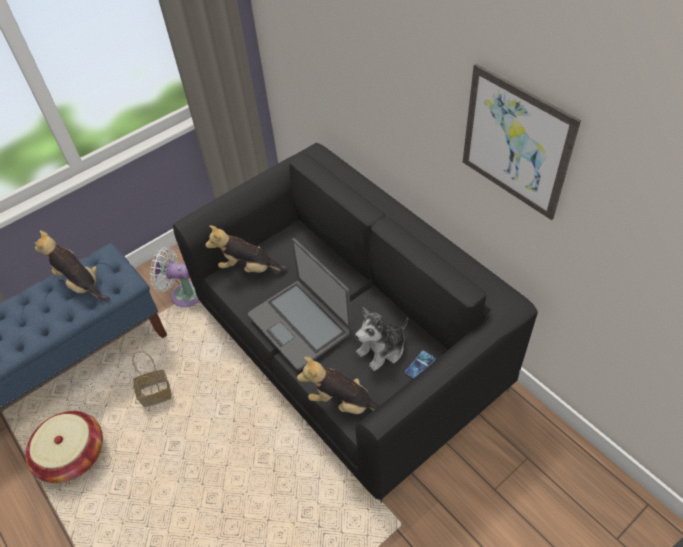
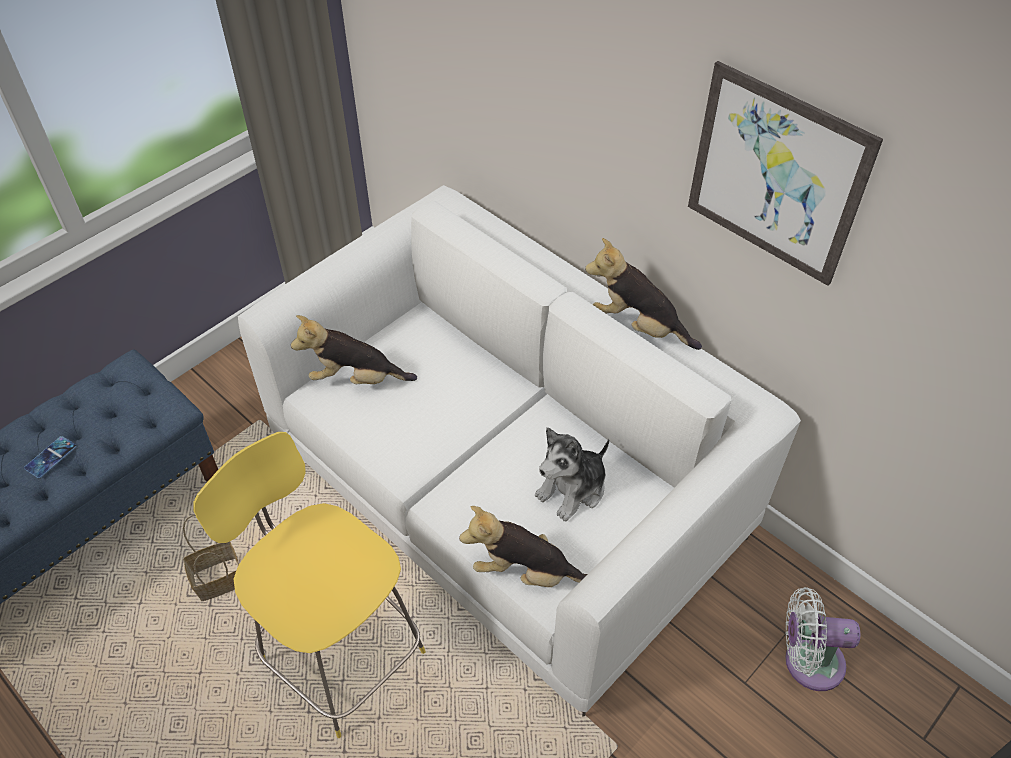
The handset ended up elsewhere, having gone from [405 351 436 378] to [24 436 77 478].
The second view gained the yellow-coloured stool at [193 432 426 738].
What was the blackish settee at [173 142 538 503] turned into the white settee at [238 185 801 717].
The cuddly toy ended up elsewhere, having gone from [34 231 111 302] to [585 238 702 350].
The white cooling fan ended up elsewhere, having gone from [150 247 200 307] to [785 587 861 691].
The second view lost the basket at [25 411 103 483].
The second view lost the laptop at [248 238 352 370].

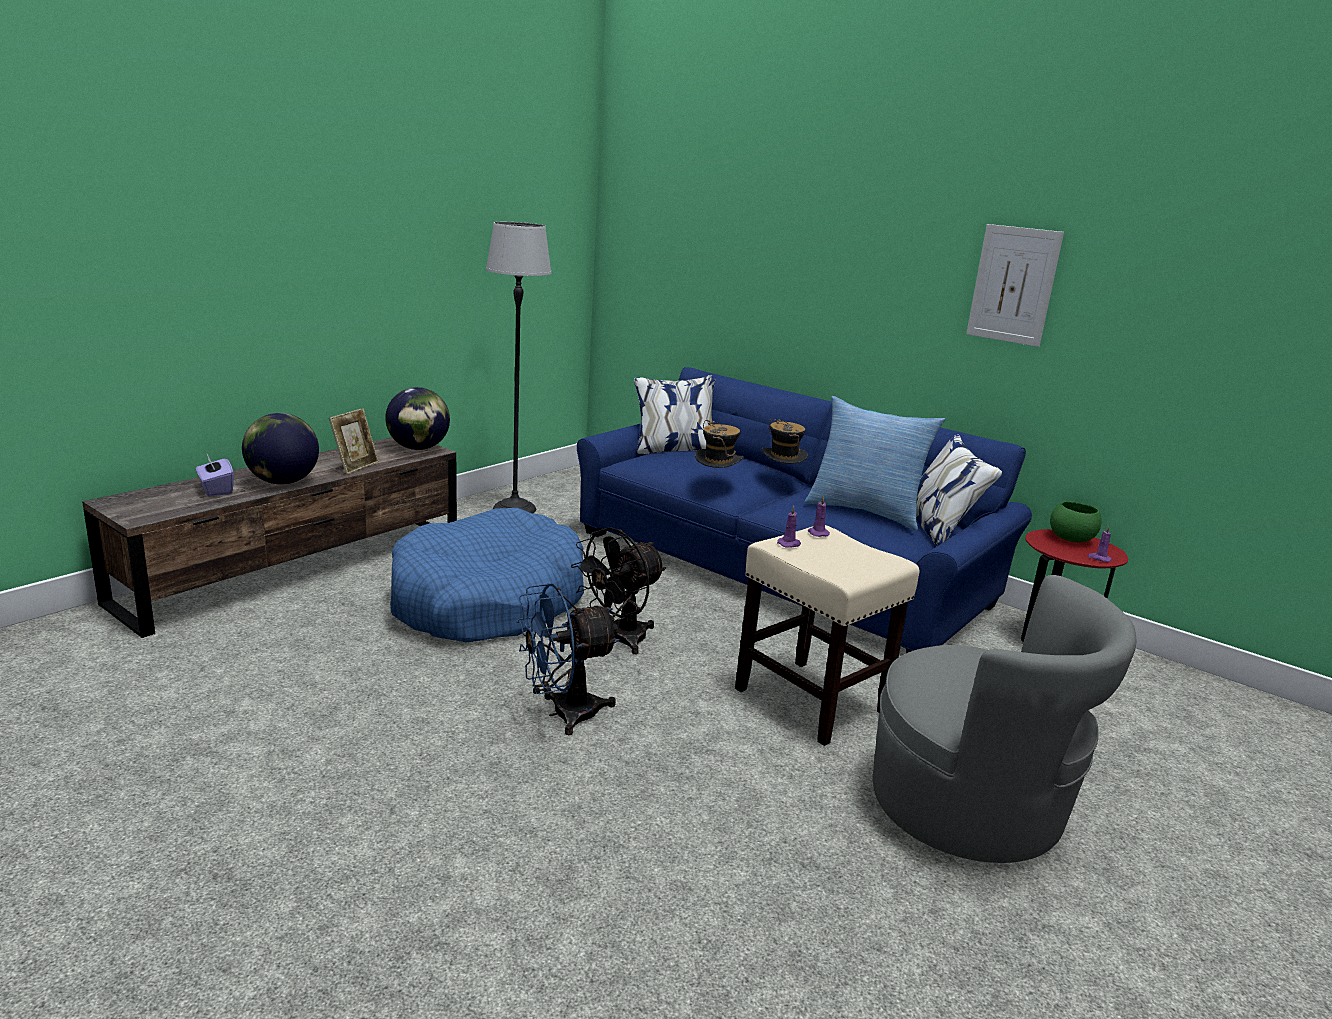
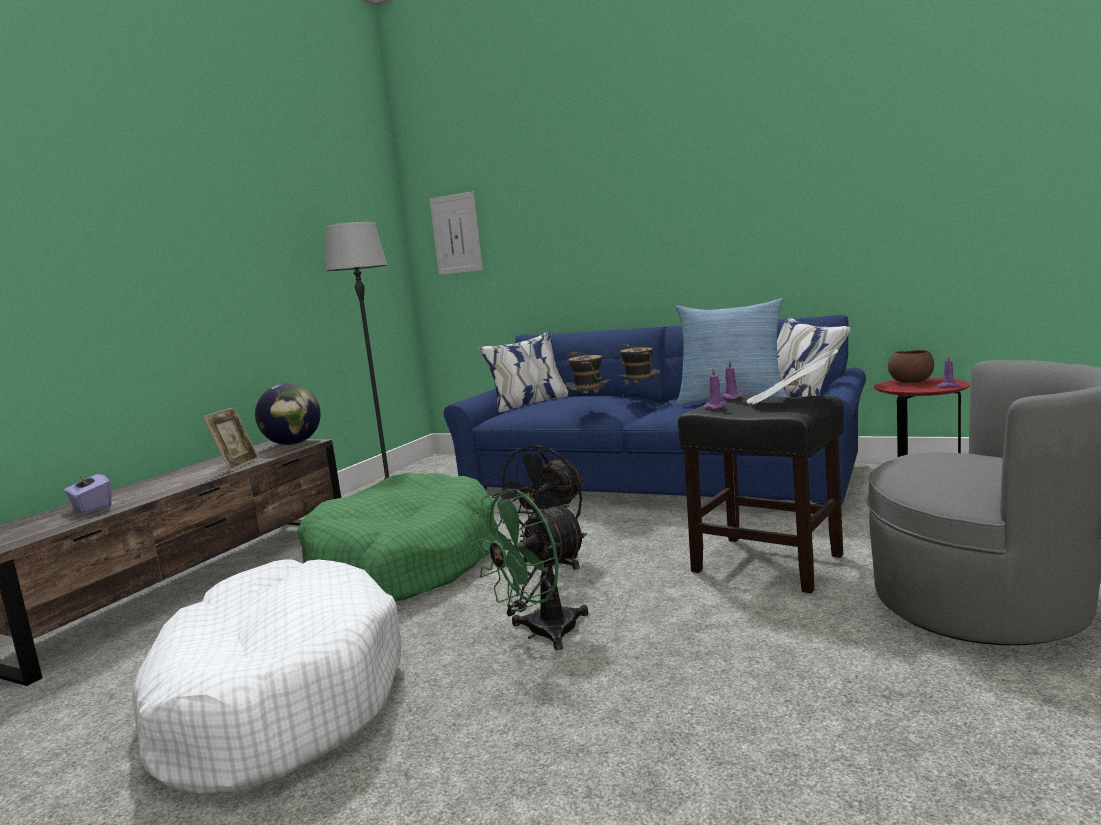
The second view gained the white dog bed at [132 560 402 793].
What was the bluish dog bed at [390 508 584 642] turned into the green-coloured dog bed at [298 472 498 601].
The picture ended up elsewhere, having gone from [966 224 1064 347] to [430 191 483 275].
What was the bluish cooling fan at [516 583 619 735] turned into the green-coloured cooling fan at [470 489 588 650].
What was the beige stool at [735 525 919 746] turned into the blackish stool at [678 395 844 593].
The second view gained the daily paper at [747 349 838 405].
What was the green-coloured bowl at [1050 501 1102 542] turned into the brownish bowl at [888 350 934 383].
The second view lost the globe at [242 413 319 485].

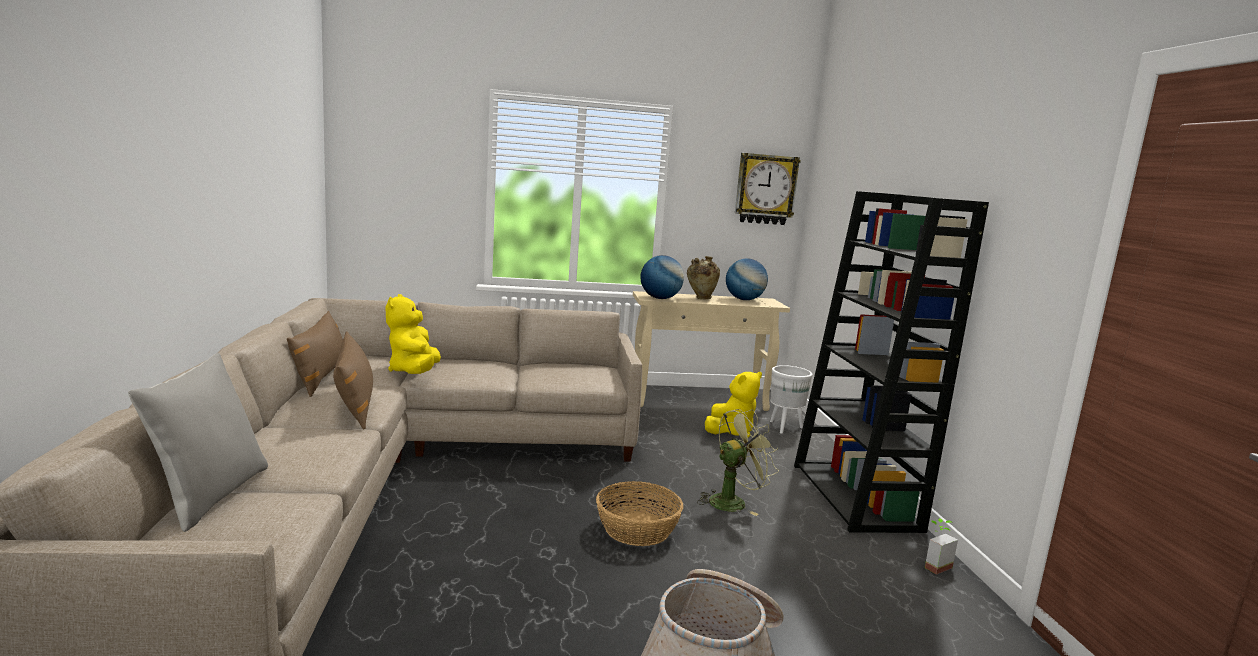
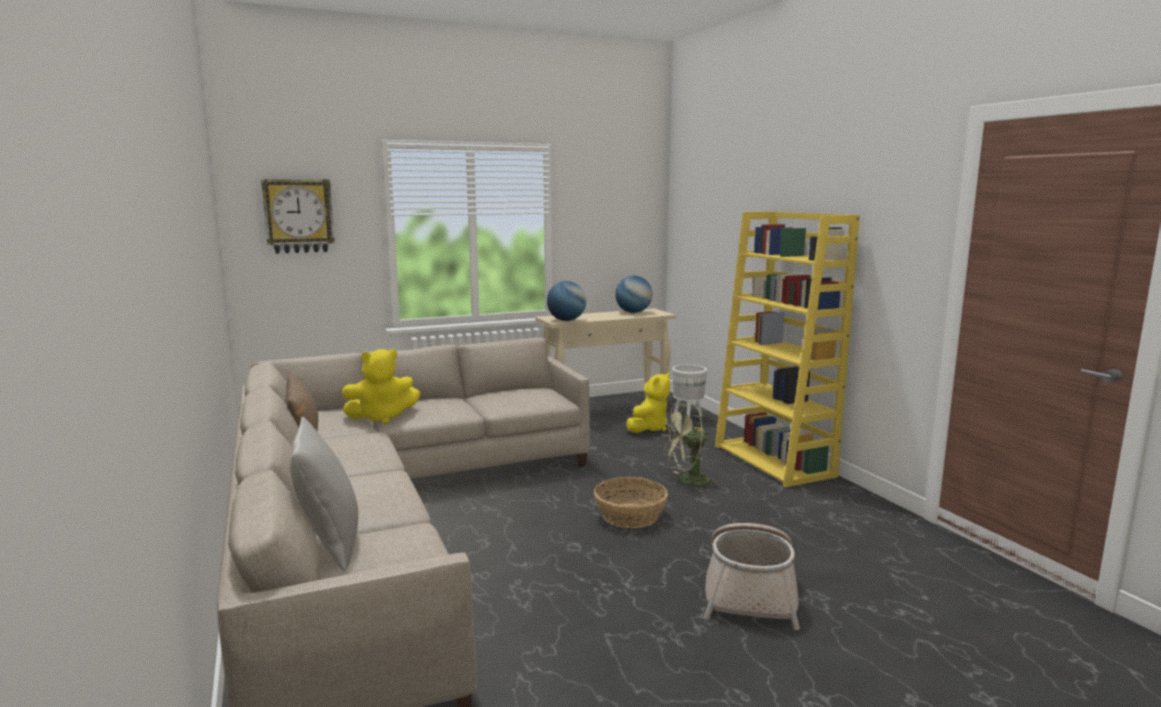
The hanging clock ended up elsewhere, having gone from [735 153 801 225] to [261 179 335 254].
The yellow-coloured cuddly toy at [385 294 441 374] ended up facing another way, 90 degrees counterclockwise from before.
The green-coloured cooling fan at [697 409 779 516] ended up facing another way, 150 degrees counterclockwise from before.
What was the blackish shelving unit at [794 191 989 533] turned into the yellow-coloured shelving unit at [715 211 860 488].
The second view lost the brownish throw pillow at [333 331 373 429].
The second view lost the beige decorative vase at [687 256 720 299].
The second view lost the plant in a pot at [925 518 958 575].

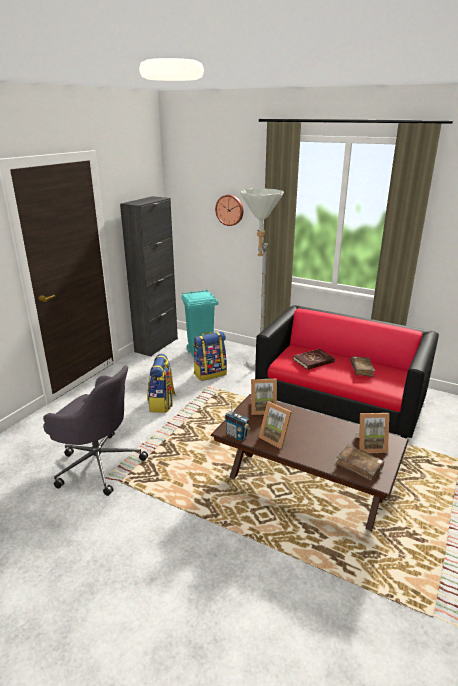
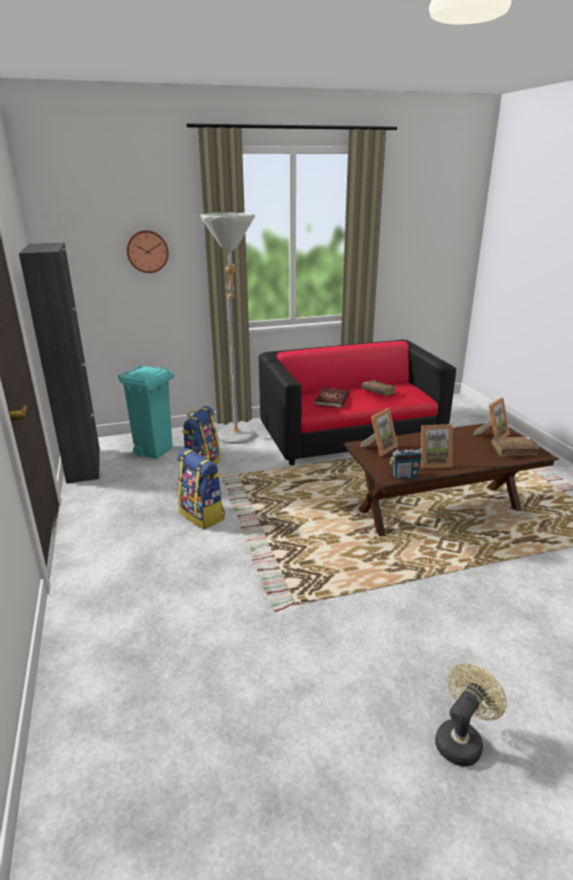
The second view gained the beige cooling fan at [435 663 507 767].
The second view lost the gray office chair at [43 366 148 496].

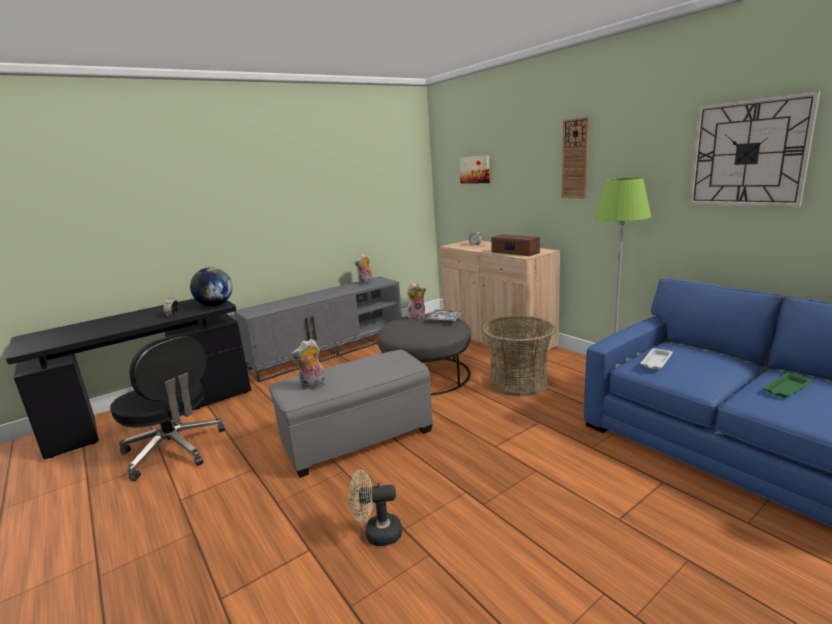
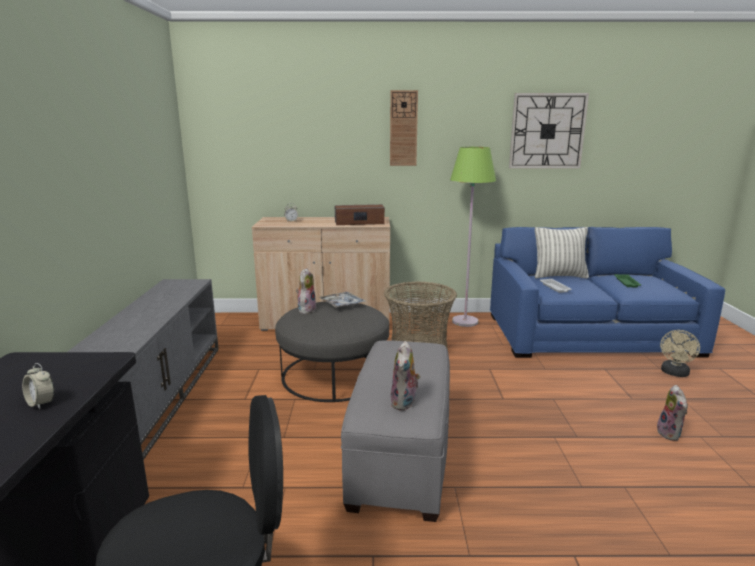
The second view gained the throw pillow at [535 227 589 279].
The cuddly toy ended up elsewhere, having gone from [354 254 373 285] to [657 385 688 441].
The beige cooling fan ended up elsewhere, having gone from [349 470 402 546] to [660 330 700 377].
The second view lost the globe at [190 267 232 306].
The second view lost the picture at [459 156 490 184].

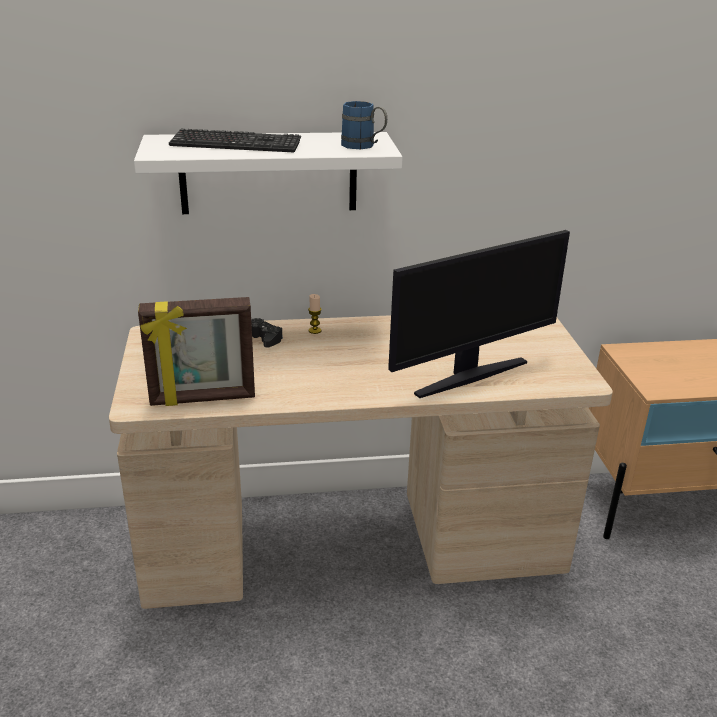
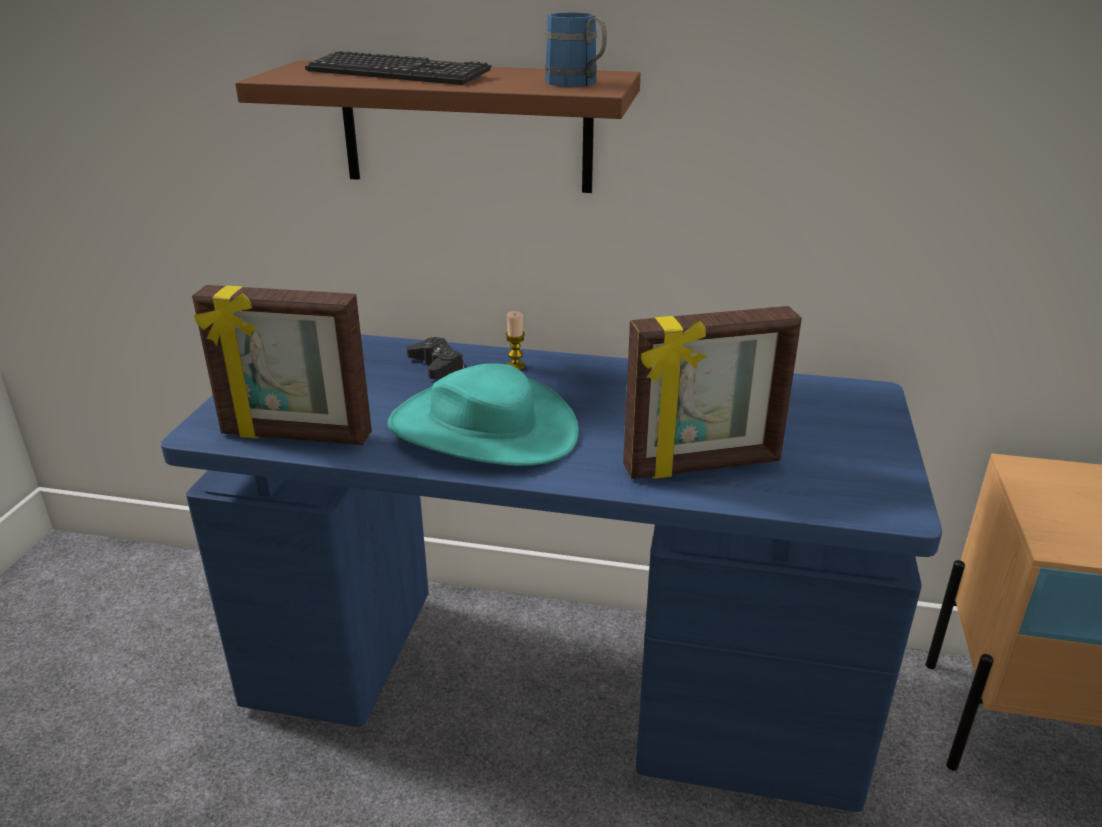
What was the beige desk table at [109 315 613 609] turned into the bluish desk table at [161 334 942 812].
What was the white bracket shelf at [134 132 403 214] turned into the brownish bracket shelf at [235 60 641 193].
The second view gained the blue-green clothing hat at [387 364 579 466].
Where the computer display stood at [388 230 570 398], the picture frame came to stand at [623 306 802 479].

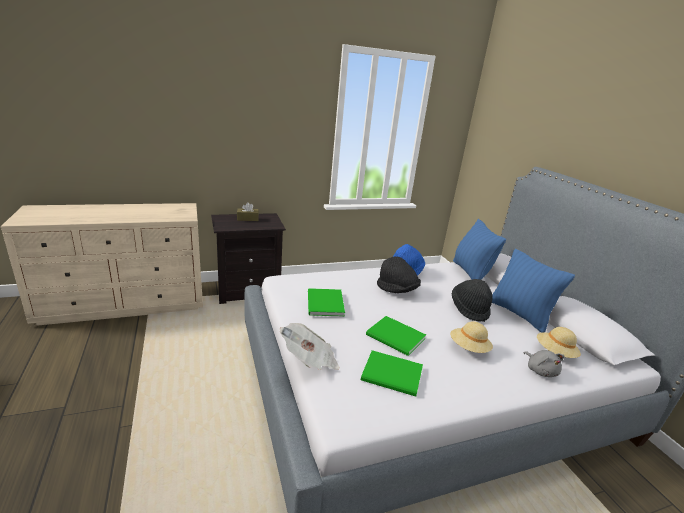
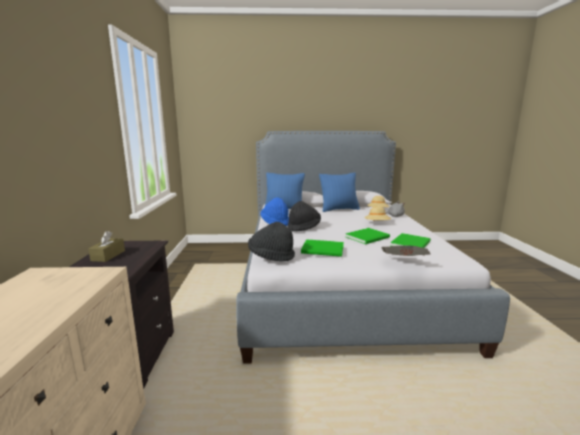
The blackish clothing hat ended up elsewhere, having gone from [452 279 492 322] to [248 222 295 261].

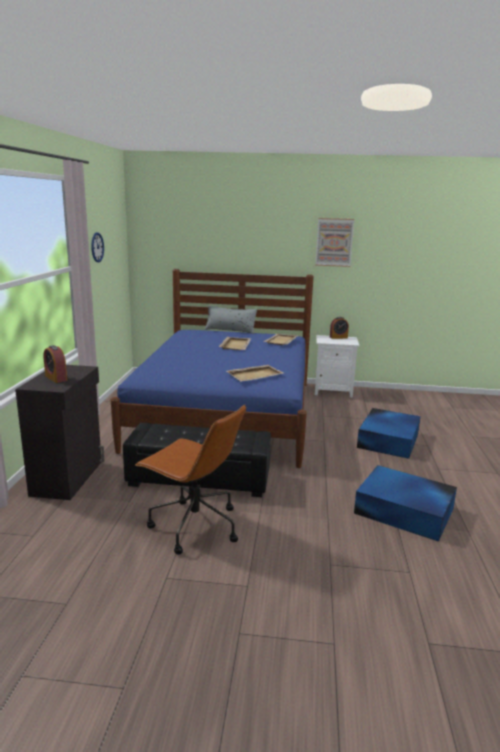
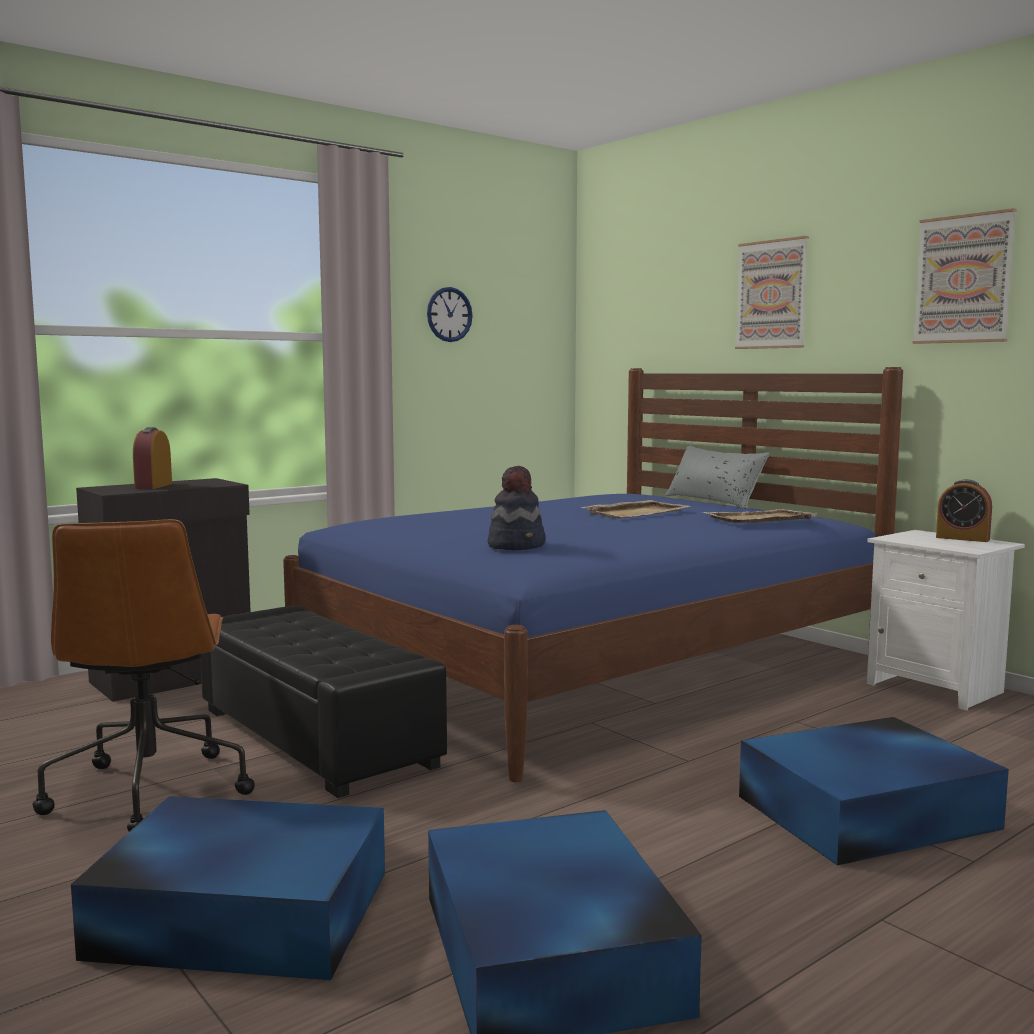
The second view gained the bluish storage bin at [71 796 385 980].
Where the beige carrying tray stood at [226 365 284 382], the clothing hat came to stand at [487 466 546 550].
The second view gained the picture at [735 236 809 349].

